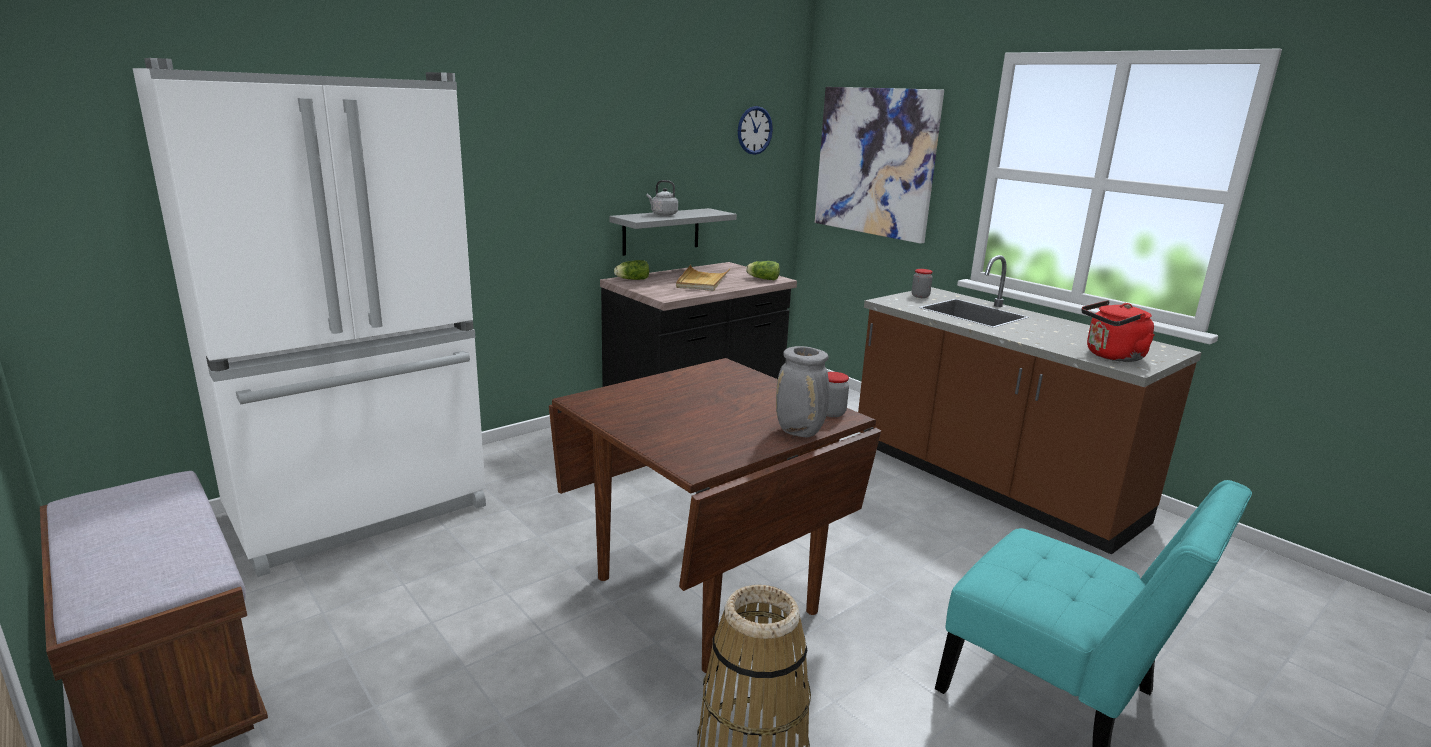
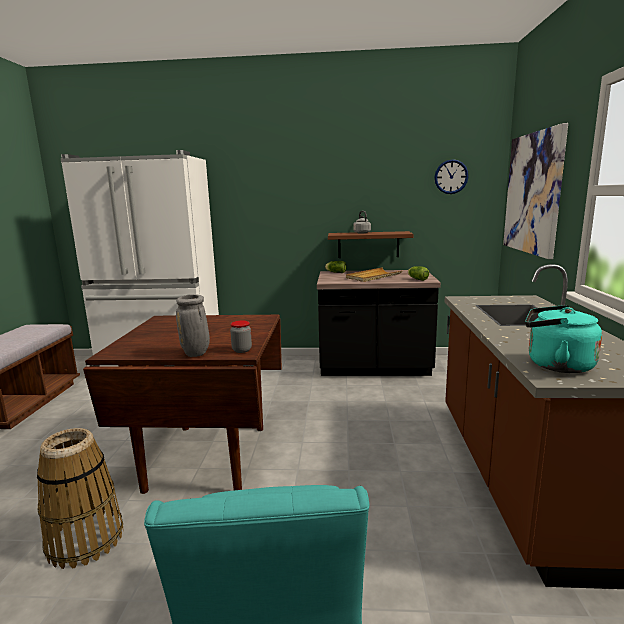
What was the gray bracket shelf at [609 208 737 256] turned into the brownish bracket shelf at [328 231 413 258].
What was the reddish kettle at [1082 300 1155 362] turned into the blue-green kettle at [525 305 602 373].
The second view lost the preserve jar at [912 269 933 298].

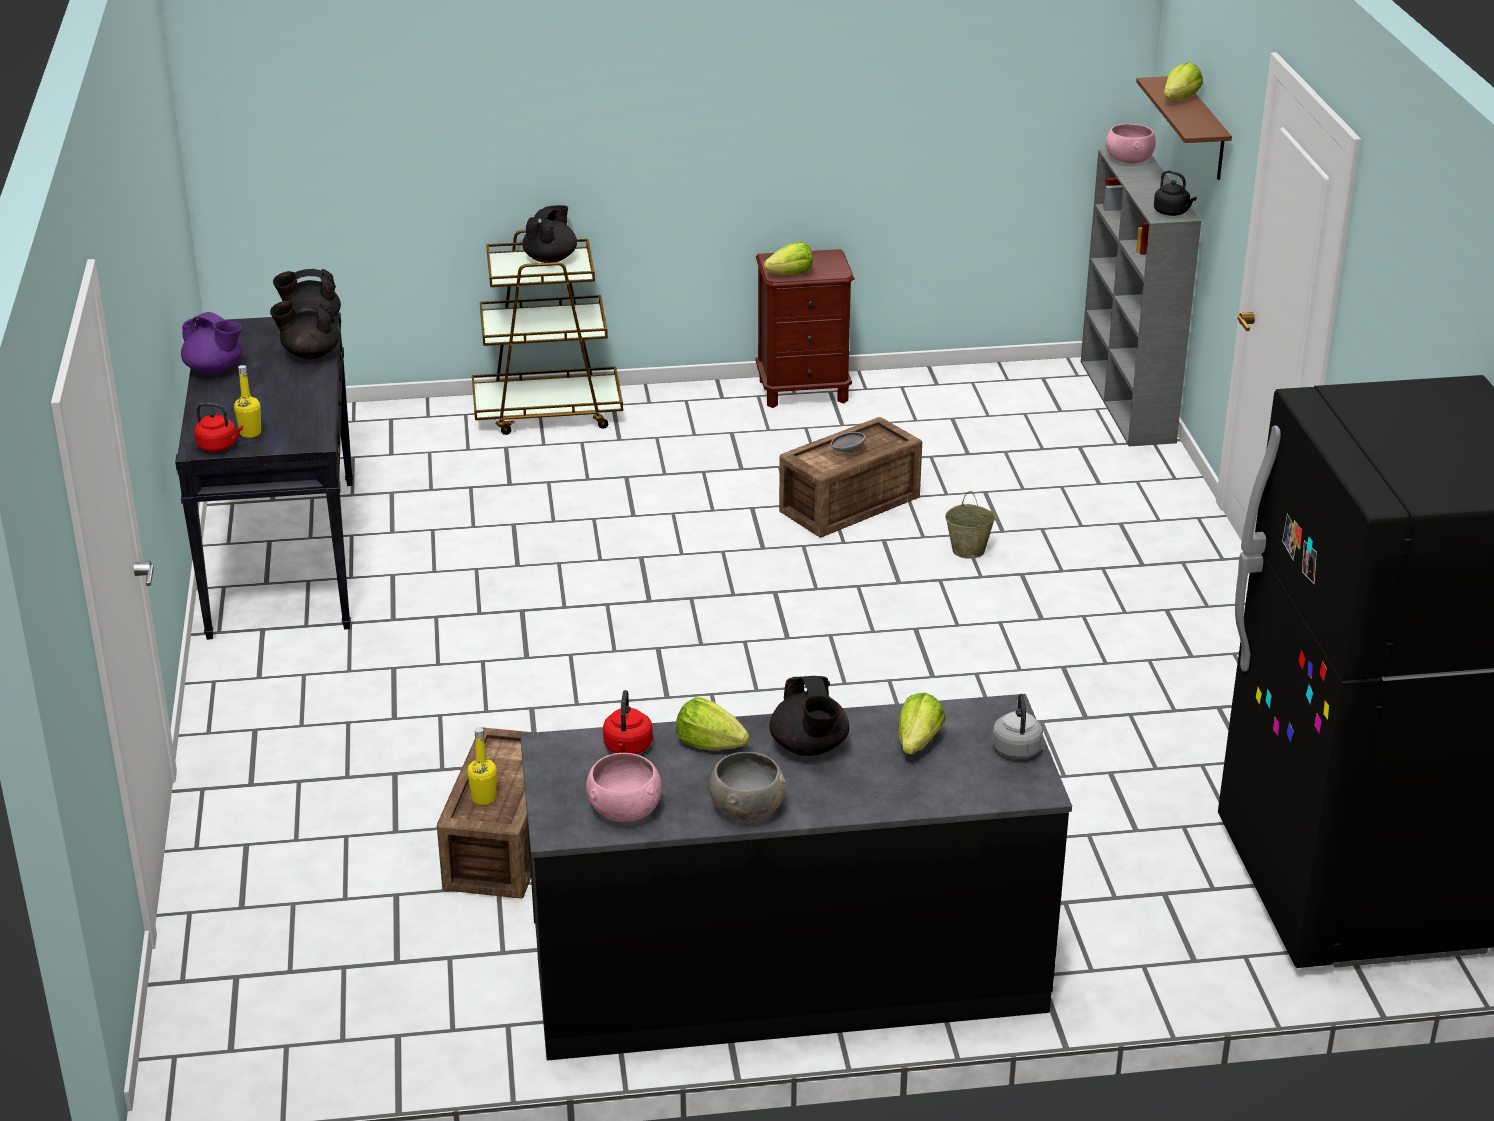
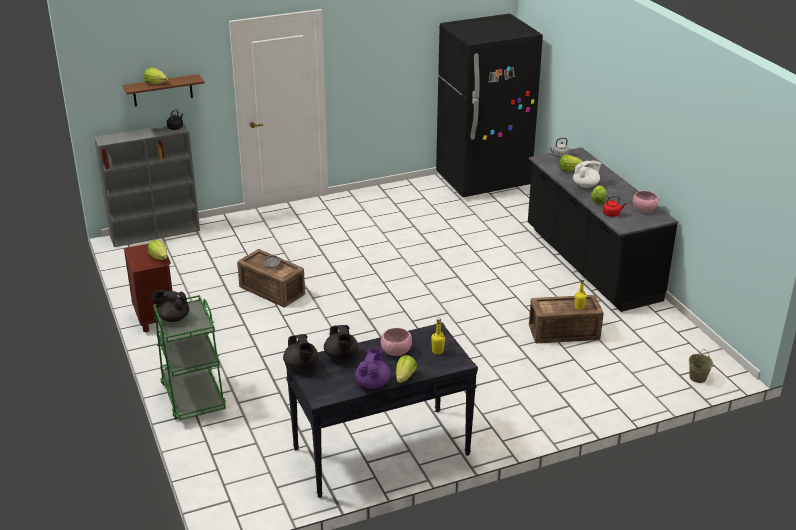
What was the brownish wheeled cart at [472 230 623 435] turned into the green-coloured wheeled cart at [153 295 226 420].
The pinkish bowl ended up elsewhere, having gone from [1106 124 1156 164] to [381 328 412 356].
The second view gained the lettuce head at [396 355 417 383].
What was the blackish pot for tea at [769 676 850 756] turned into the white pot for tea at [573 161 601 188].
The beige water bucket ended up elsewhere, having gone from [945 491 996 559] to [689 349 713 383].
The second view lost the reddish kettle at [194 402 243 452].
The second view lost the gray bowl at [709 752 785 821].

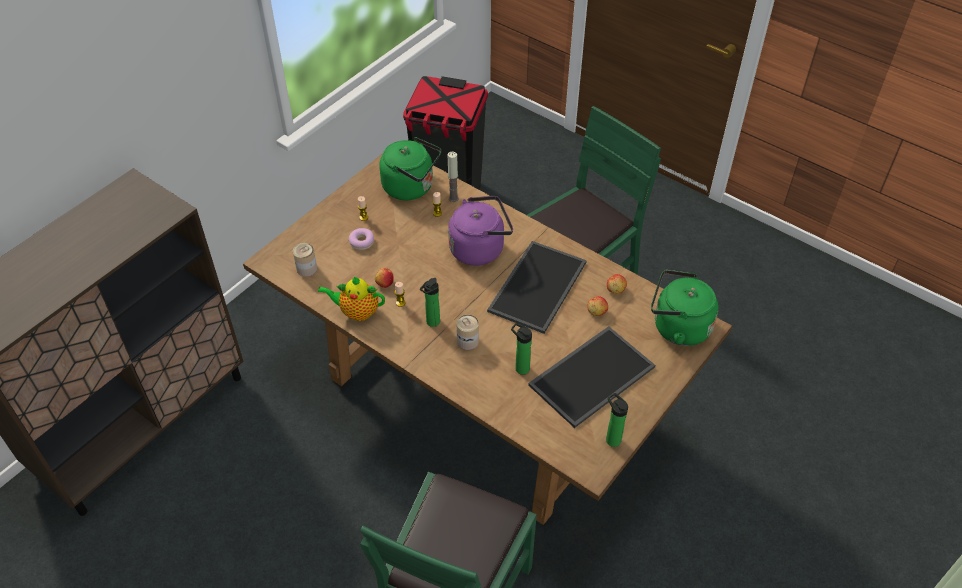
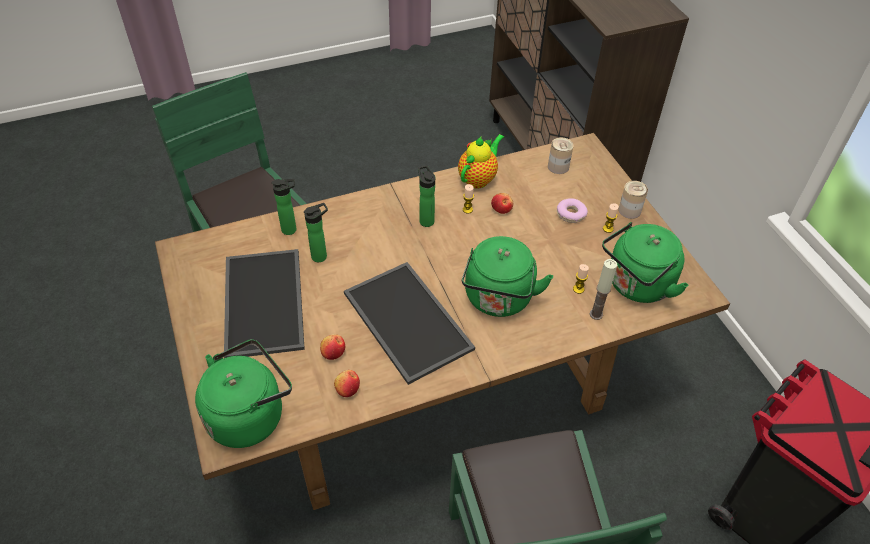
The bottle ended up elsewhere, having gone from [606 393 628 447] to [272 179 297 235].
What was the purplish kettle at [448 196 513 266] turned into the green-coloured kettle at [462 236 553 317].
The can ended up elsewhere, having gone from [457 315 479 350] to [618 181 648 219].

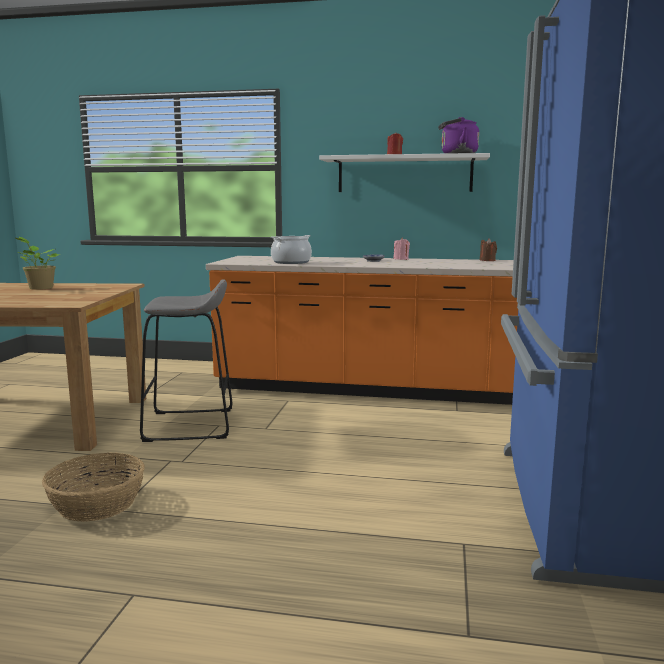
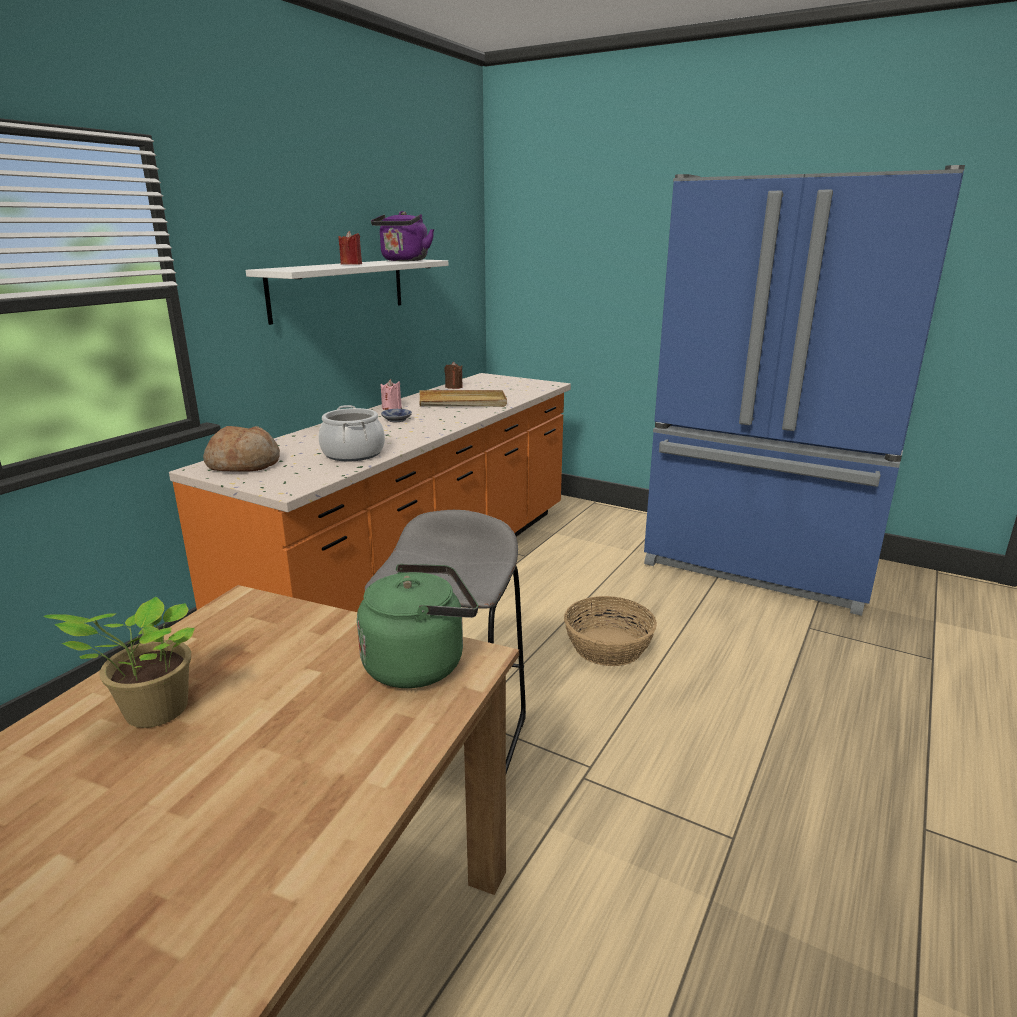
The second view gained the bread at [203 426 280 472].
The second view gained the green-coloured kettle at [357 564 478 688].
The second view gained the beige carrying tray at [419 390 507 407].
The basket ended up elsewhere, having gone from [42 452 145 522] to [564 596 657 666].

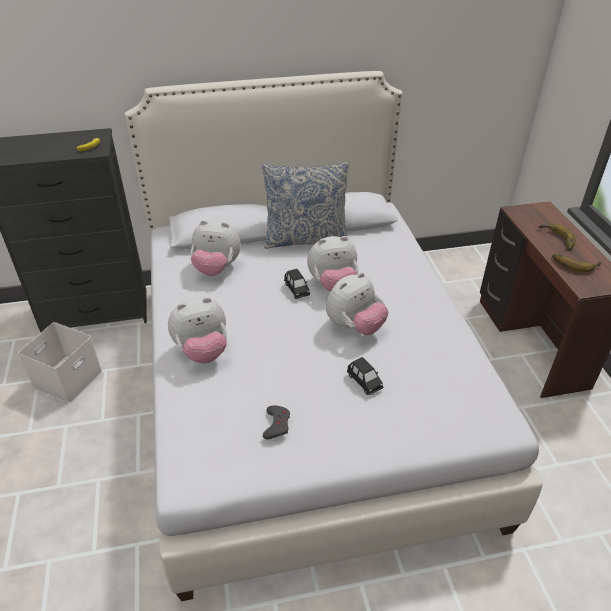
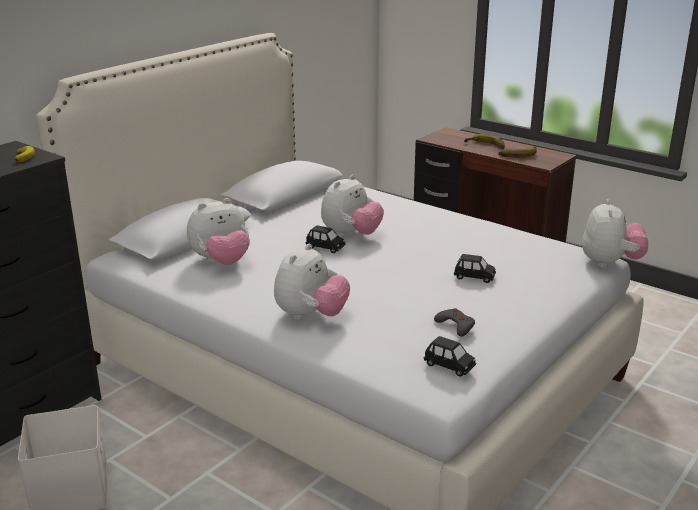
The second view gained the blackish toy car at [424 336 476 377].
The cuddly toy ended up elsewhere, having gone from [326 272 389 335] to [582 199 648 268].
The second view lost the throw pillow at [262 162 350 249].

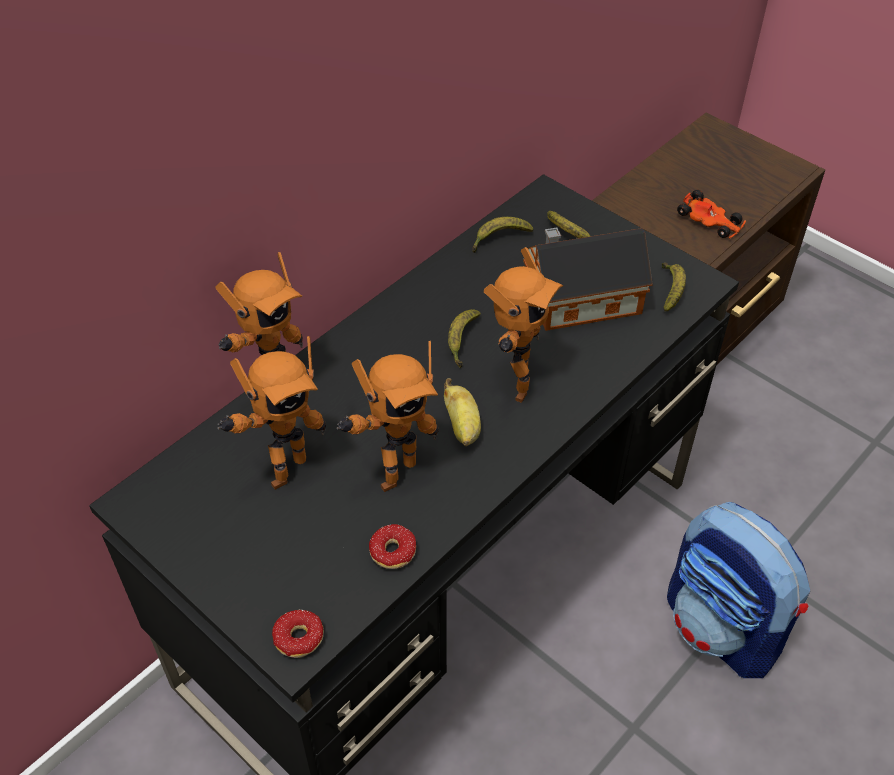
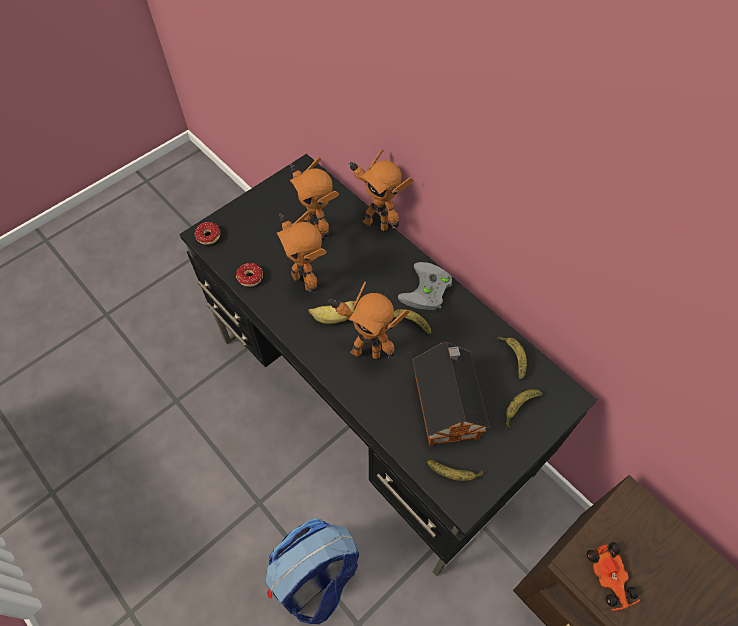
The second view gained the gray joypad at [398 262 452 310].
The toy car at [677 190 746 238] ended up facing another way, 60 degrees counterclockwise from before.

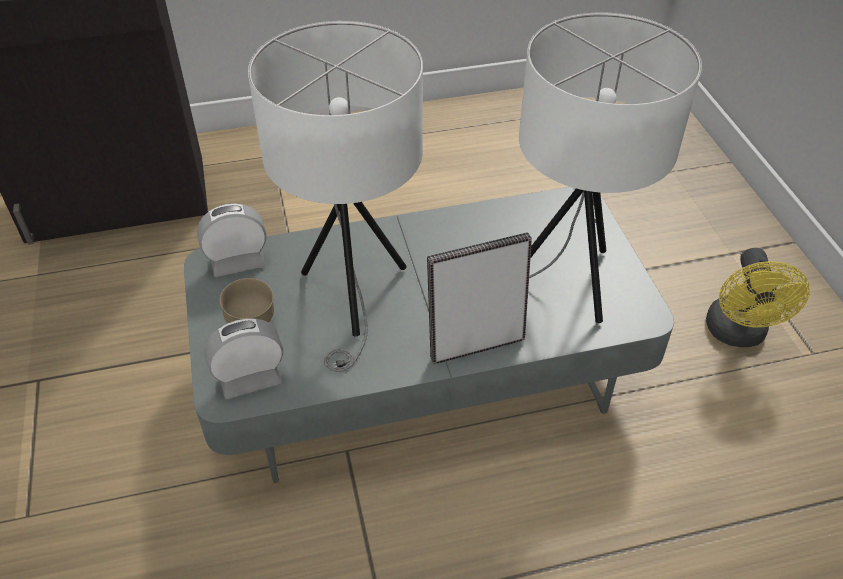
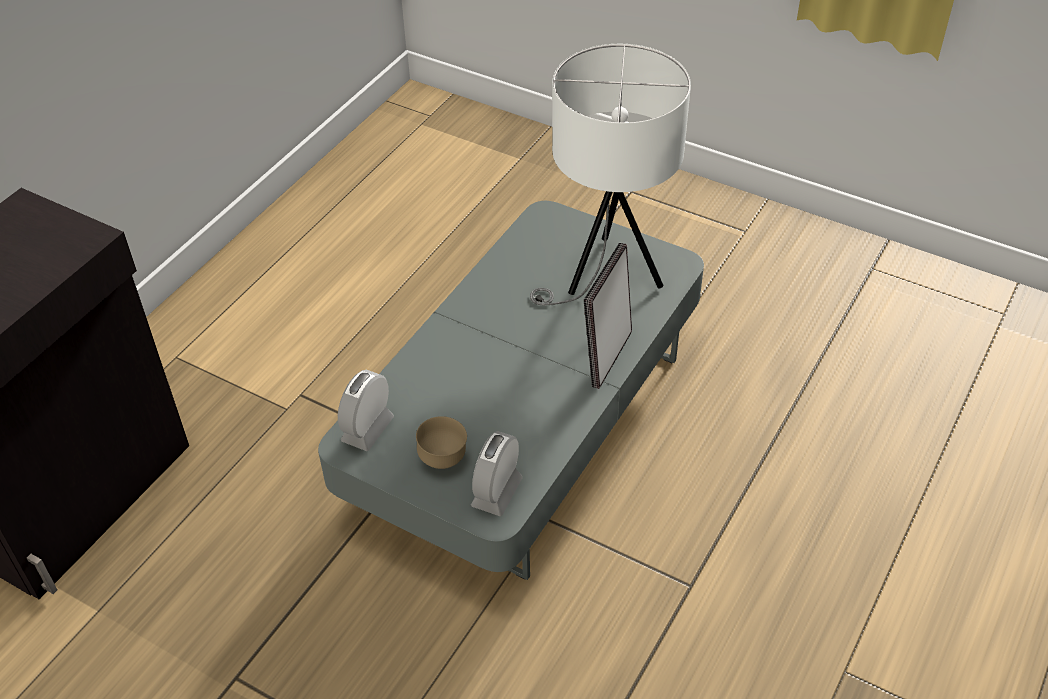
The second view lost the white lamp for a table at [248 21 423 372].
The second view lost the yellow-coloured cooling fan at [706 248 810 347].

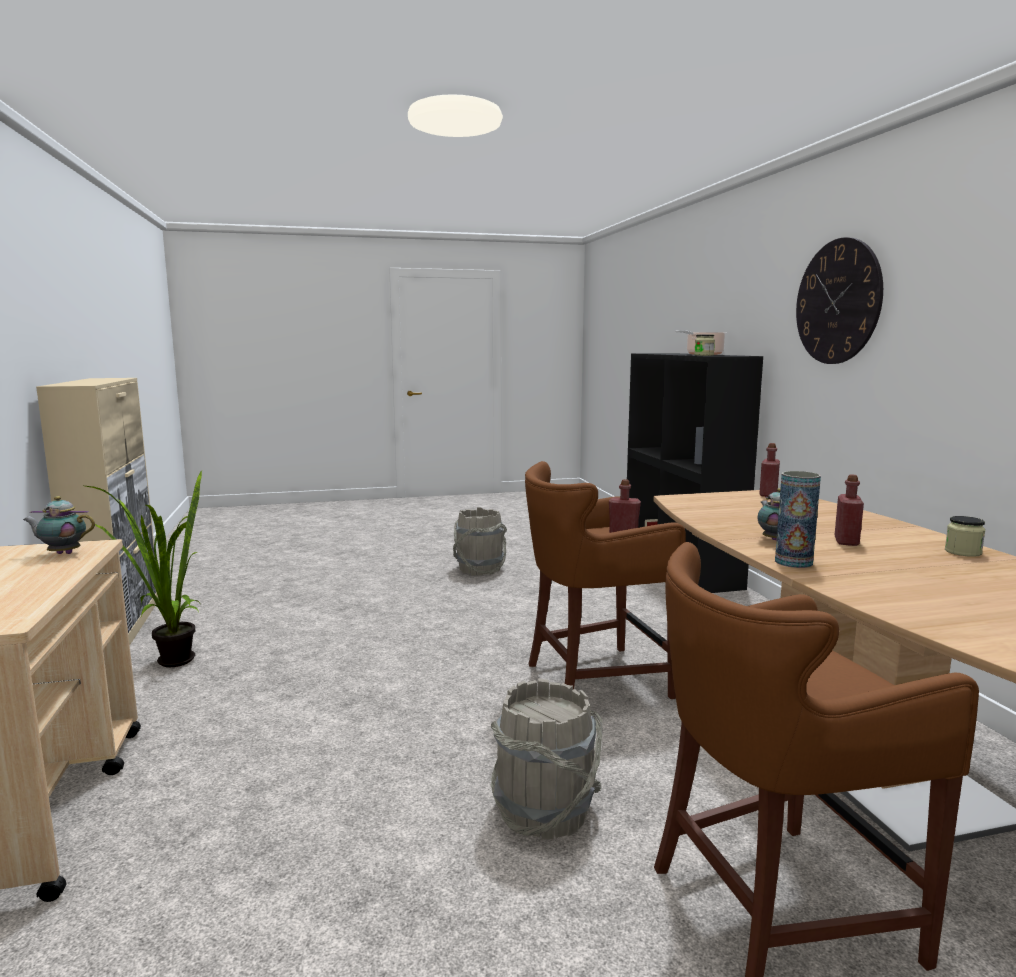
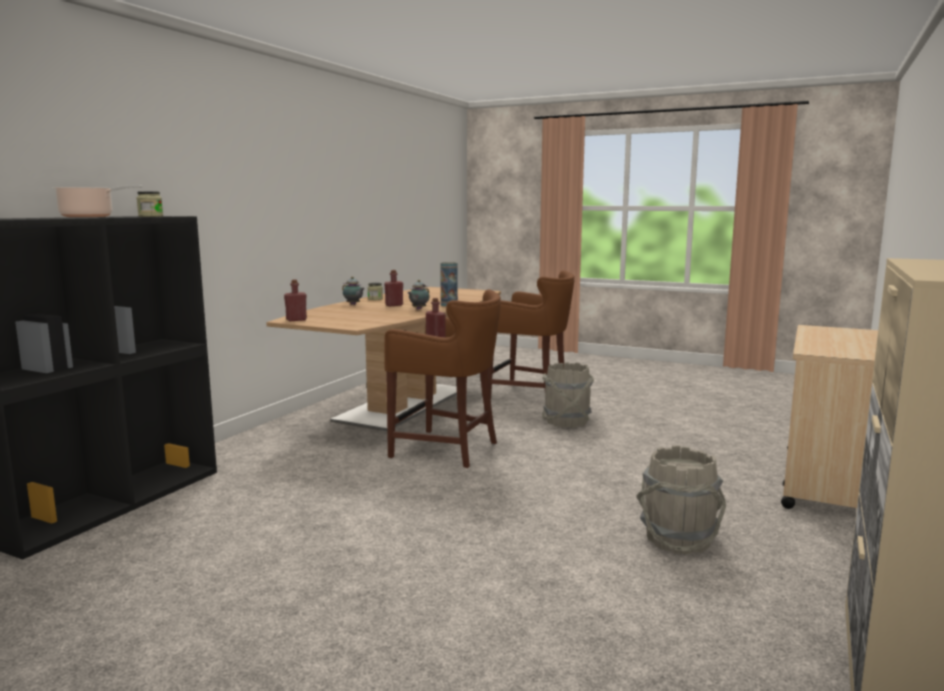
The pot for tea ended up elsewhere, having gone from [23 496 95 554] to [342 277 365 305].
The gray water bucket ended up elsewhere, having gone from [453 507 507 576] to [636 445 726 554].
The second view lost the plant in a pot at [86 471 202 667].
The second view lost the hanging clock at [796 237 883 364].

